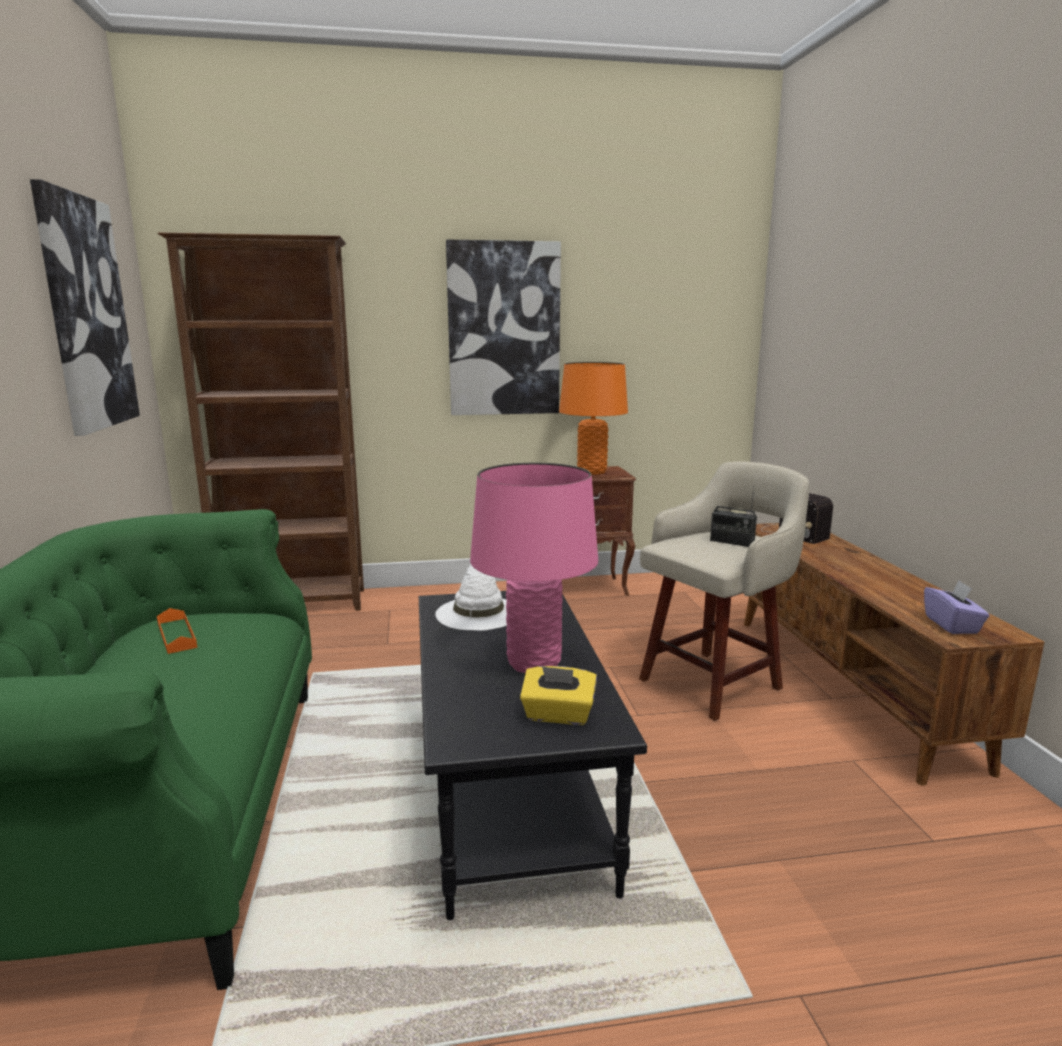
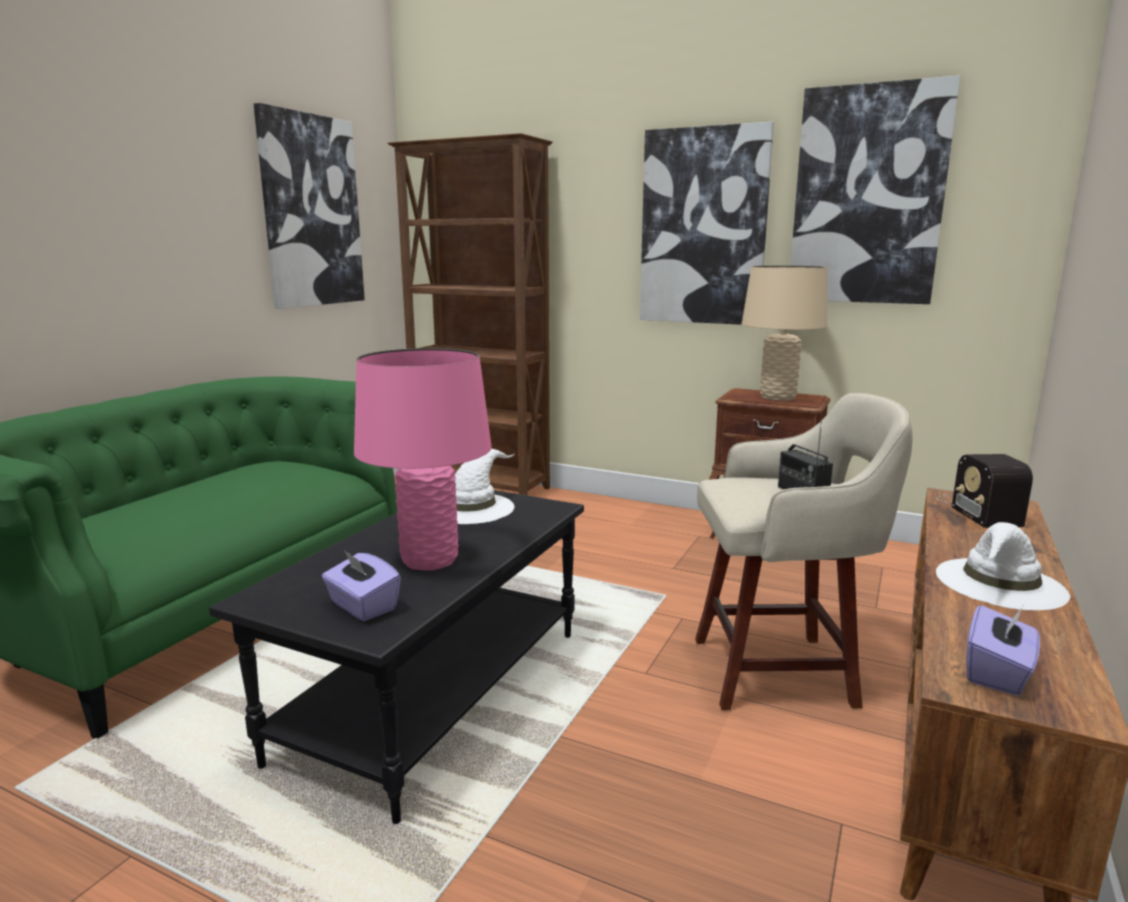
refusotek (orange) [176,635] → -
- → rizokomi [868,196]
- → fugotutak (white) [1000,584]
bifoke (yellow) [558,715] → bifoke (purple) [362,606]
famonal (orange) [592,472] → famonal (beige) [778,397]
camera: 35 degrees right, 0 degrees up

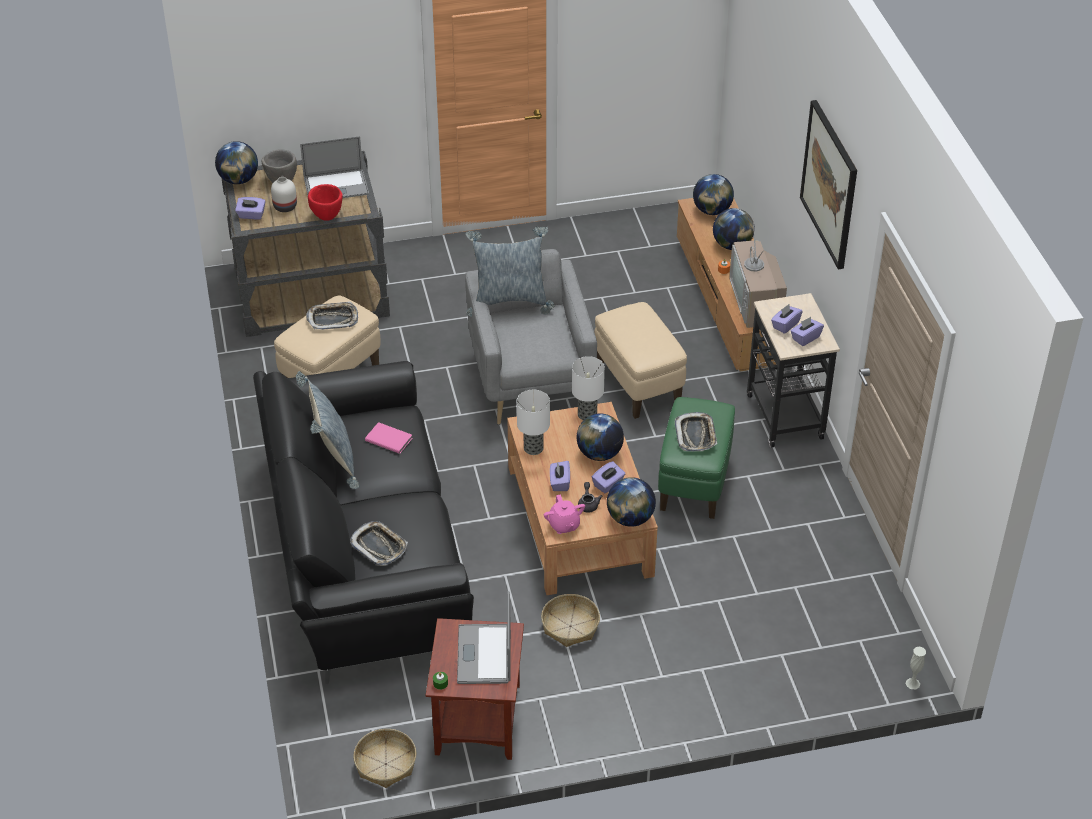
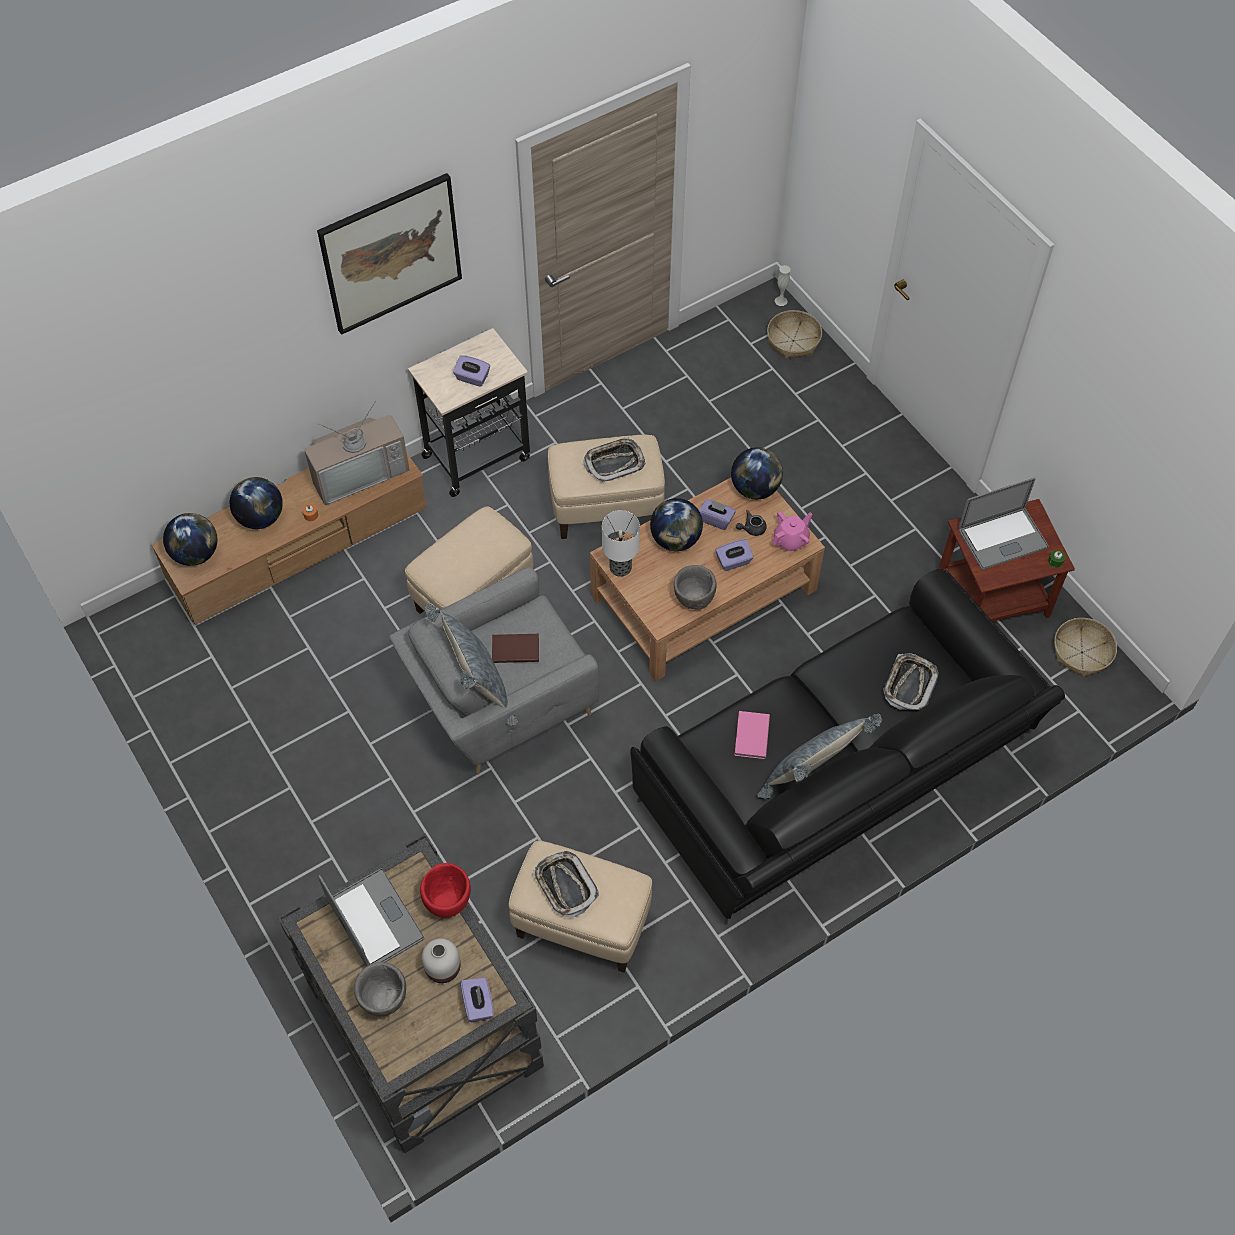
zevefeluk [239,180] → -
bifoke (purple) [805,338] → -
- → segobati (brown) [515,648]
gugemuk [570,626] → gugemuk [793,340], moved
famonal [533,448] → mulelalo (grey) [693,601]
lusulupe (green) [694,482] → lusulupe (beige) [605,510]
camera: 110 degrees left, 15 degrees up

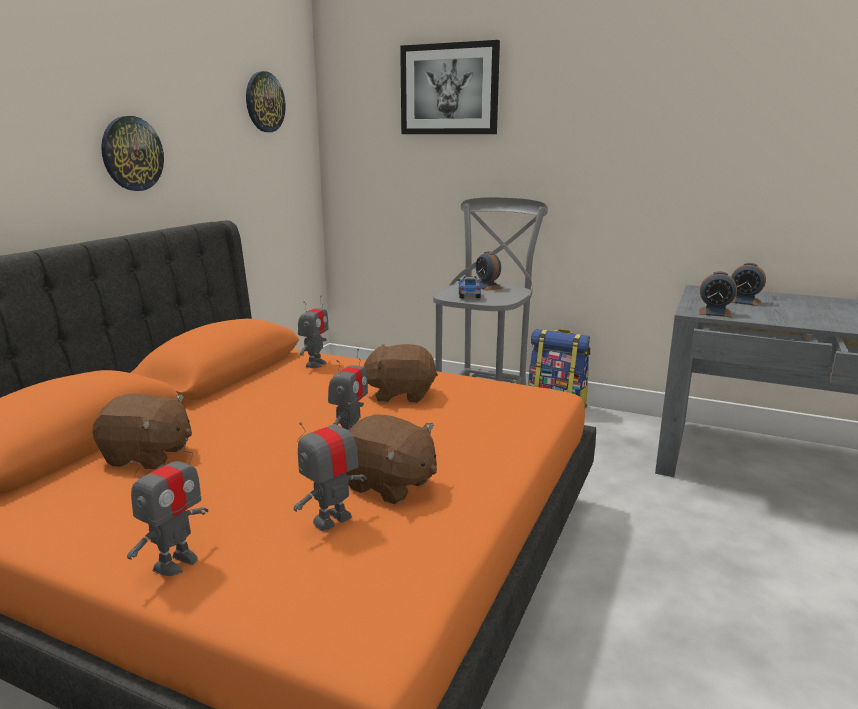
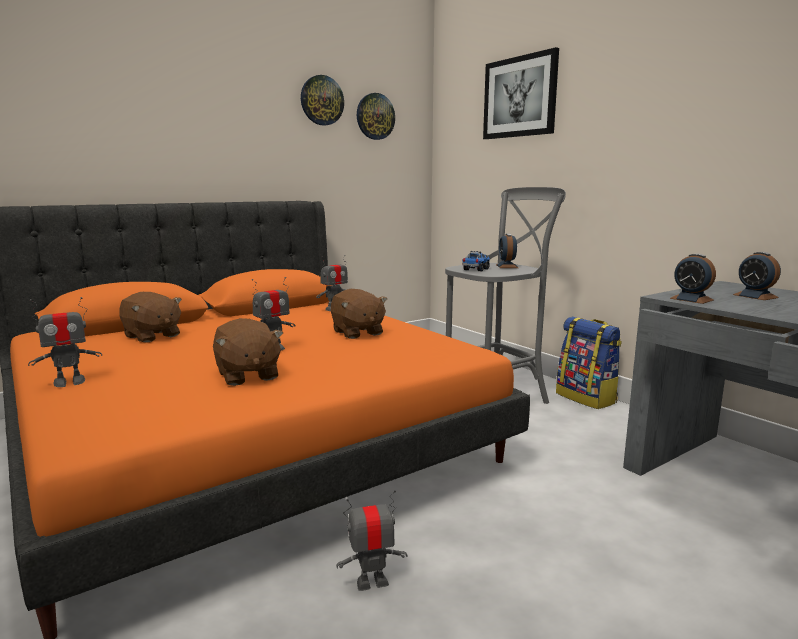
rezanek [132,153] → rezanek [322,100], moved
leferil [332,520] → leferil [372,582], moved
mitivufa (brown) [400,394] → mitivufa (brown) [357,332], 150 degrees counterclockwise
camera: 30 degrees right, 5 degrees down

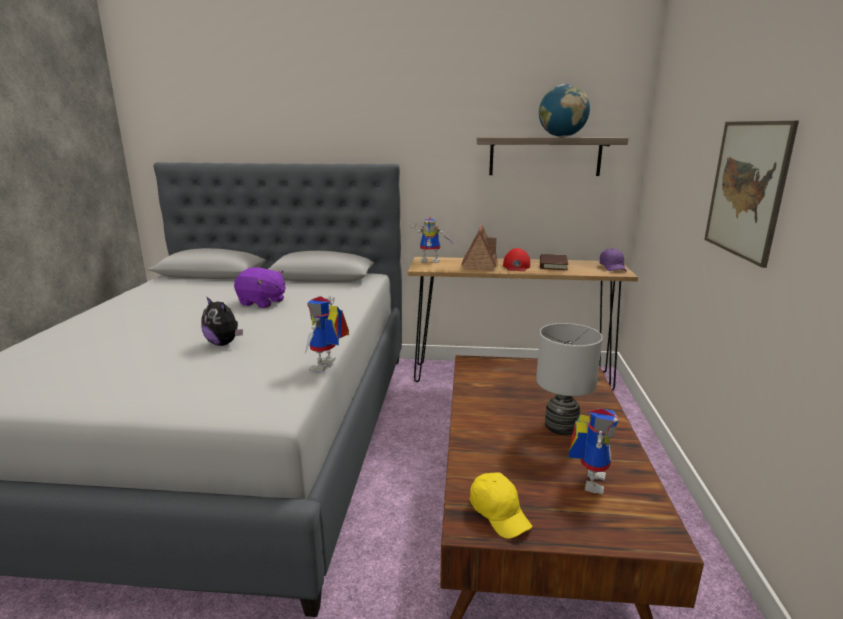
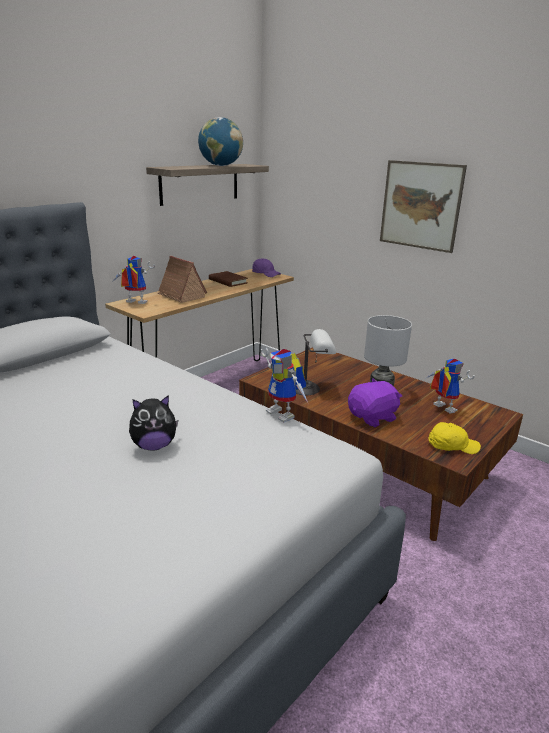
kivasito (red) [516,266] → -
- → famonal [311,387]
mitivufa (purple) [262,302] → mitivufa (purple) [373,417], moved
leferil [432,260] → leferil [133,303], 120 degrees counterclockwise
camera: 55 degrees left, 5 degrees up

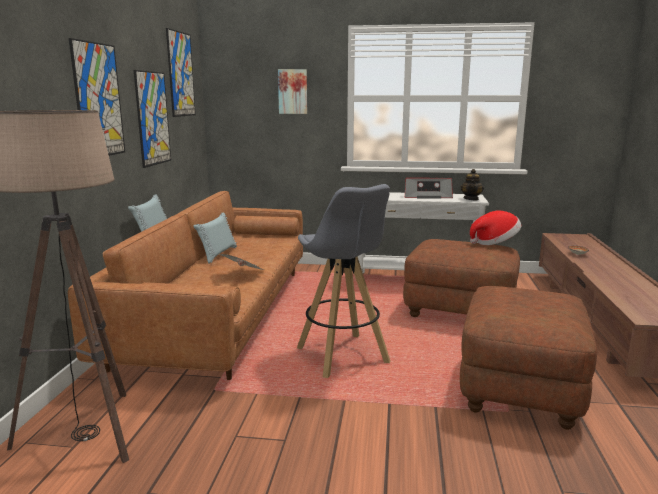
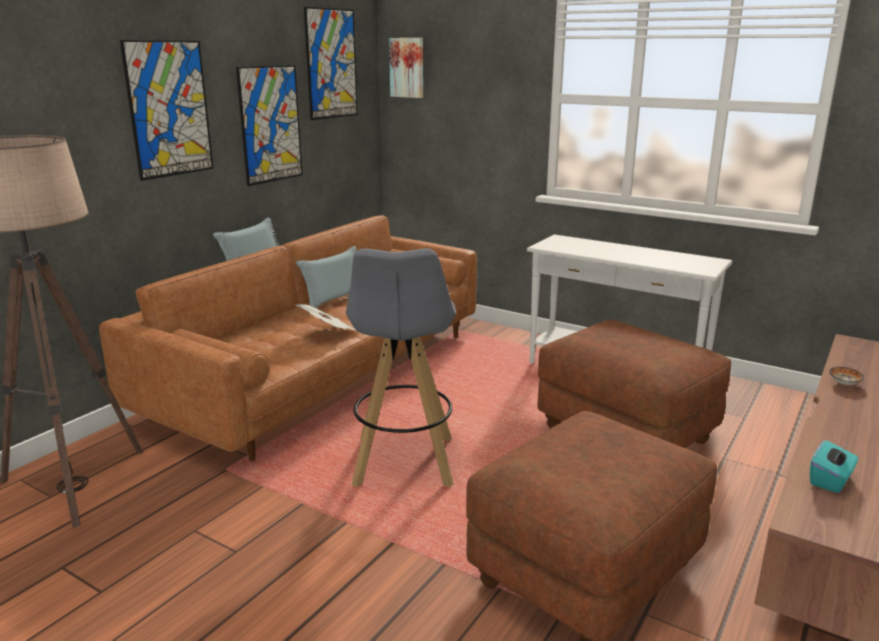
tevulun [427,196] → -
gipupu [471,199] → -
fugotutak [495,243] → -
- → bifoke (turquoise) [830,480]
rizokomi [293,91] → rizokomi [407,67], moved
camera: 25 degrees right, 5 degrees up

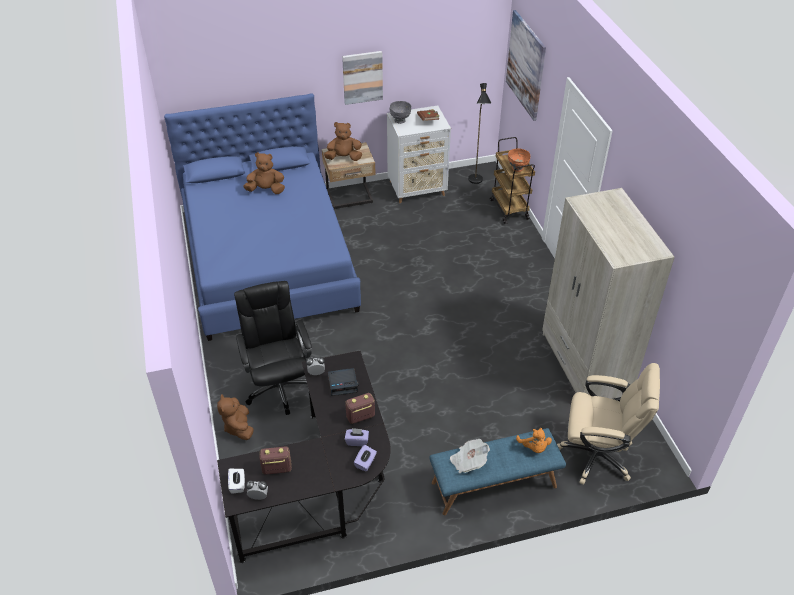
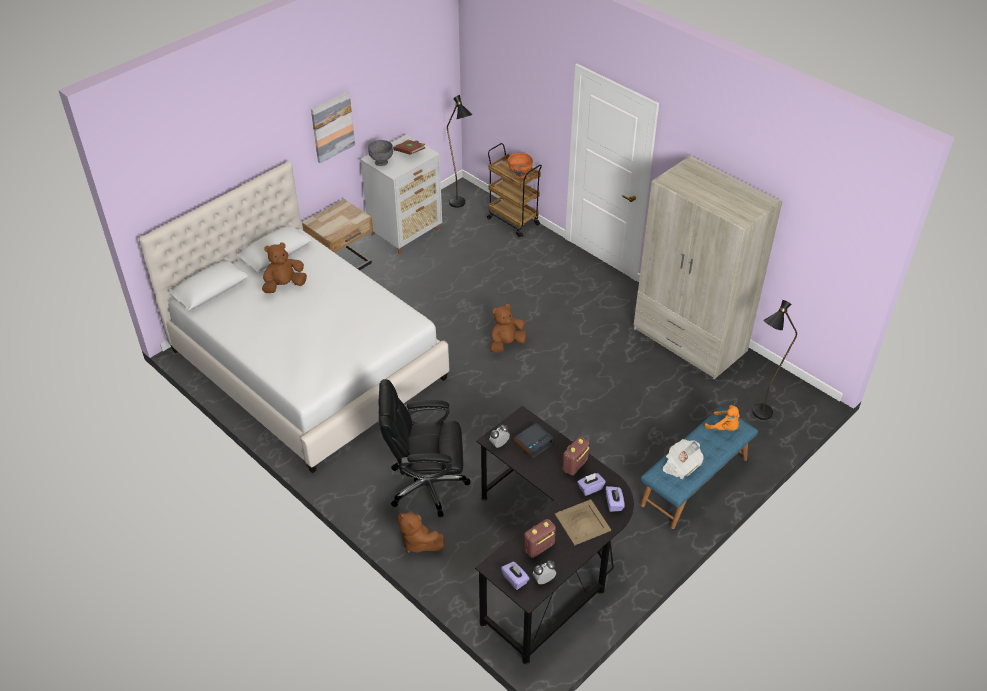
rizokomi [526,65] → -
- → refusotek (beige) [582,522]
mitivufa (brown) [344,158] → mitivufa (brown) [506,344], moved
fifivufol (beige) [596,455] → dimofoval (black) [757,416]
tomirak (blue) [268,260] → tomirak (white) [308,364]
bifoke (white) [237,485] → bifoke (purple) [515,579]
fifivufol (black) [279,387] → fifivufol (black) [427,485], 45 degrees counterclockwise
camera: 30 degrees left, 0 degrees up

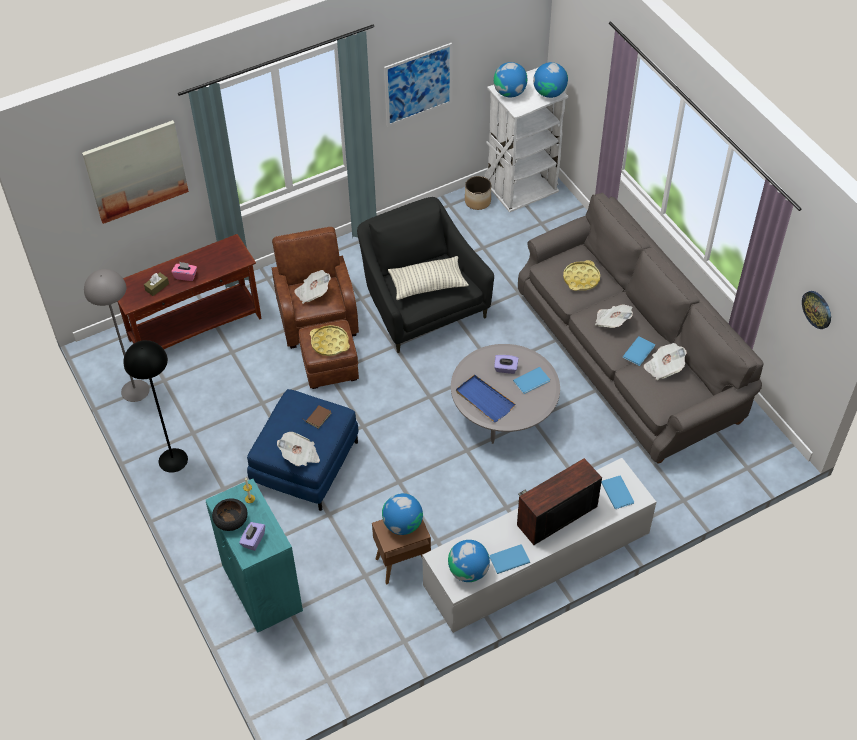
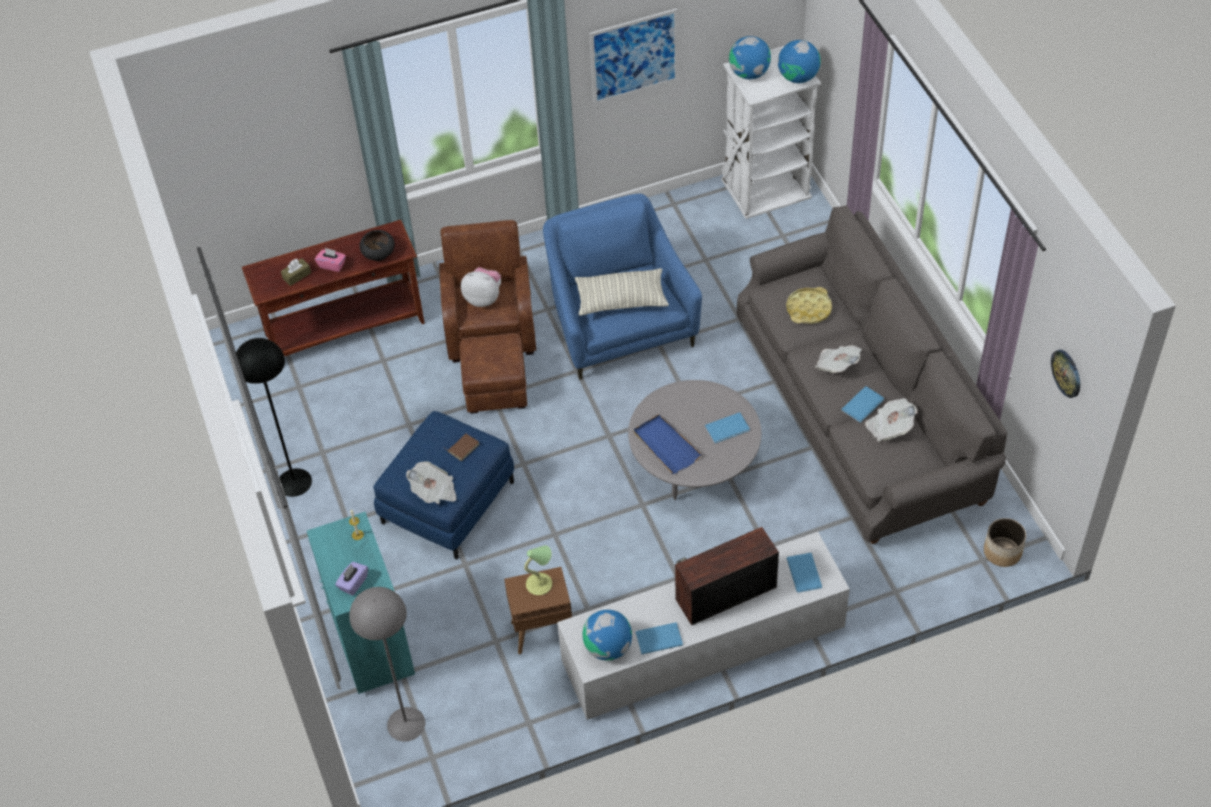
rizokomi [136,171] → -
refusotek (yellow) [330,343] → -
bifoke (purple) [505,369] → -
dimofoval (grey) [135,390] → dimofoval (grey) [405,724], moved
mulelalo (black) [231,521] → mulelalo (black) [379,253], moved
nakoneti [478,201] → nakoneti [1003,552], moved
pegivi [313,293] → mitivufa [483,298]
zevefeluk [403,524] → famonal [540,584]
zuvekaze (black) [421,304] → zuvekaze (blue) [618,322]
camera: 10 degrees right, 0 degrees up

